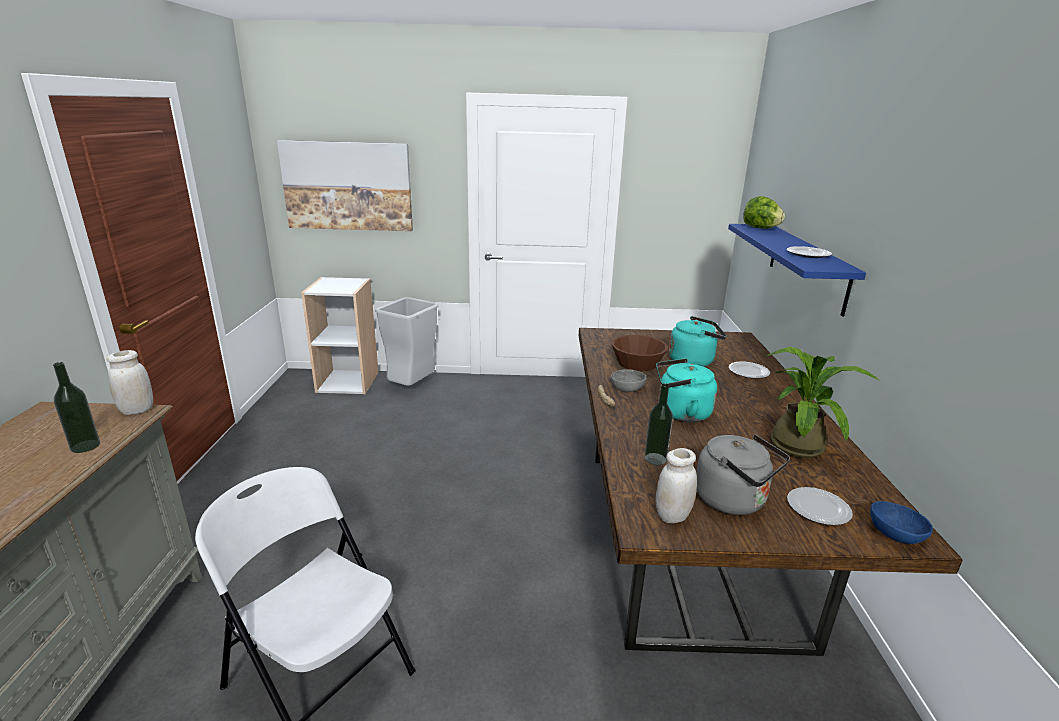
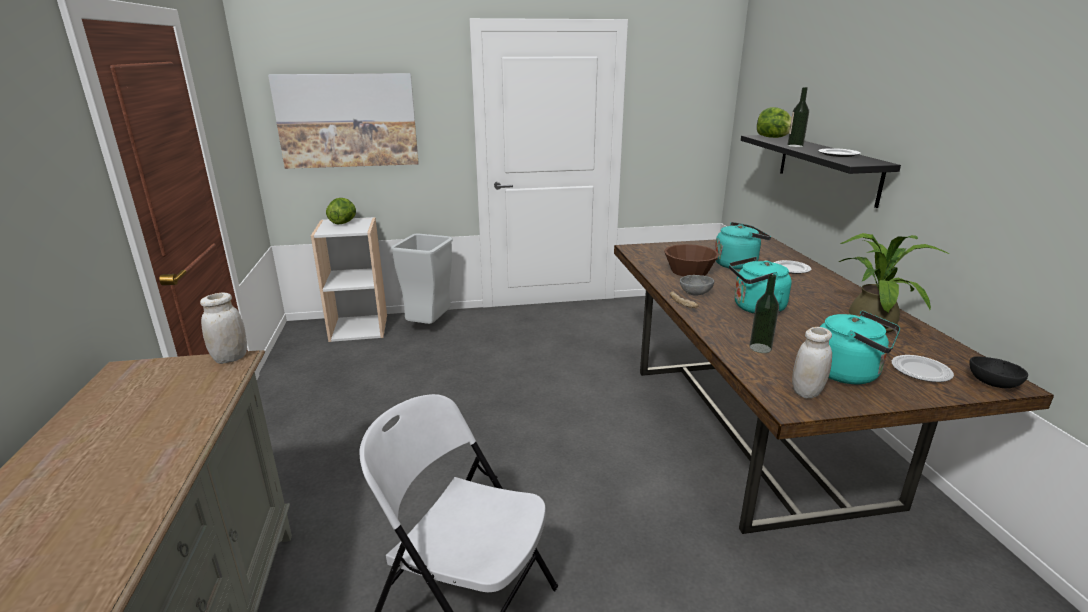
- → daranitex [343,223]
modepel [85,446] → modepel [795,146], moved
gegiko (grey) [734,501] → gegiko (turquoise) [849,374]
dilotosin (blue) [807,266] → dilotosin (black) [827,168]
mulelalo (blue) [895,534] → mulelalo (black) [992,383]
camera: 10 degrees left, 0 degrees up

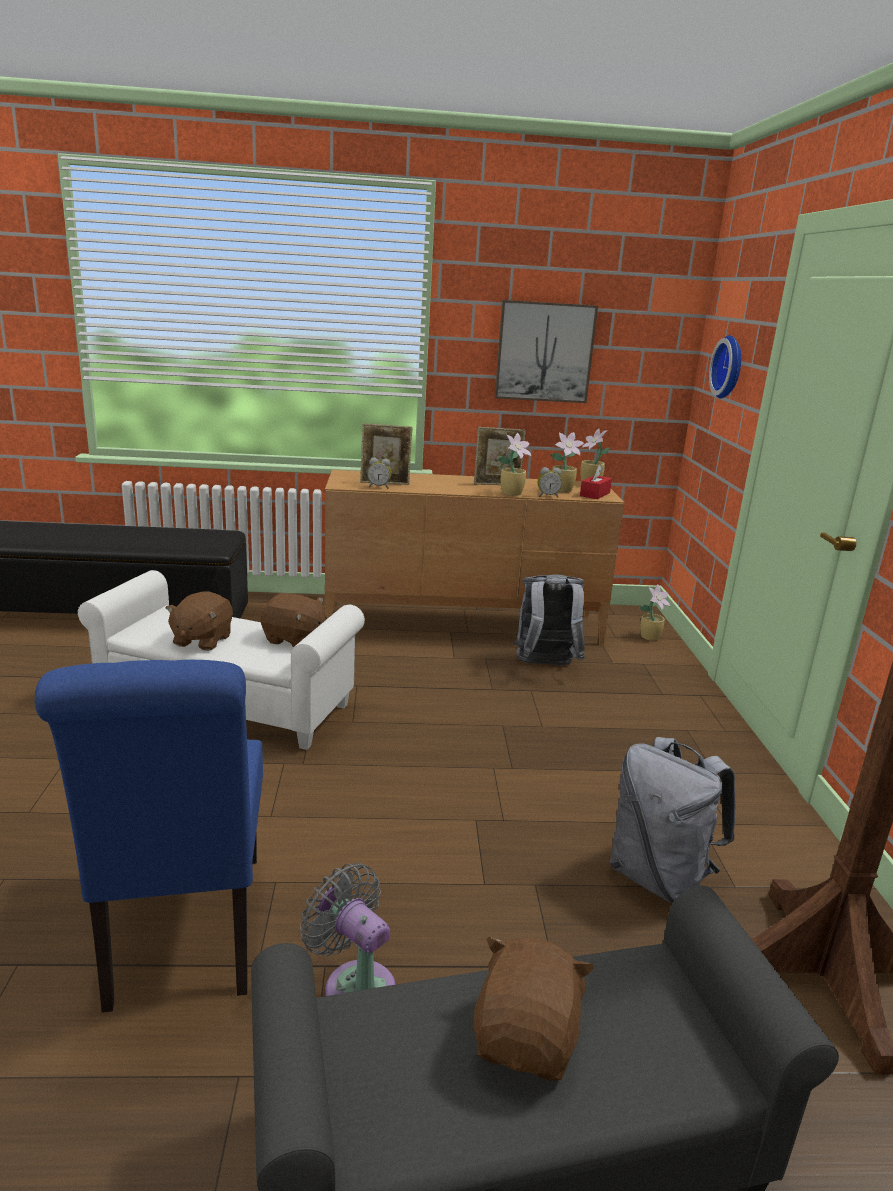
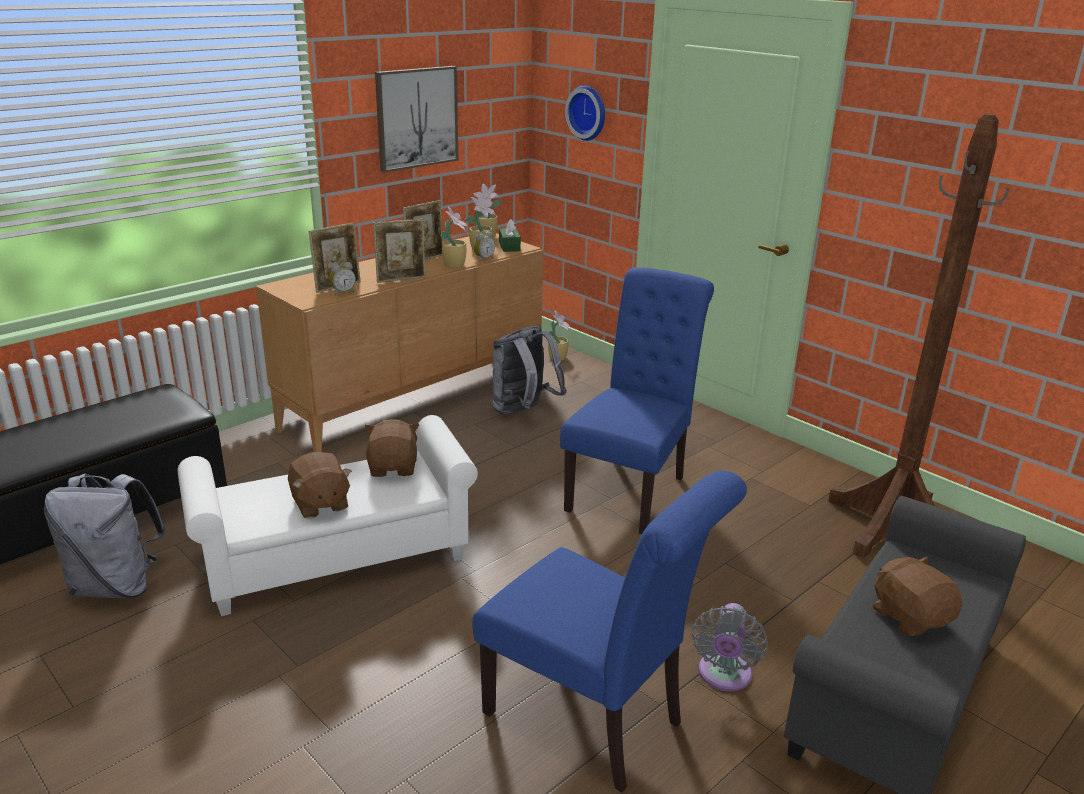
- → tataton [401,279]
- → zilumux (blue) [631,490]
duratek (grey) [659,878] → duratek (grey) [117,585], moved
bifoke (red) [595,494] → bifoke (green) [509,246]
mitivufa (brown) [294,639] → mitivufa (brown) [393,467], 75 degrees counterclockwise
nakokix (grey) [355,985] → nakokix (grey) [724,676], 75 degrees counterclockwise
camera: 40 degrees left, 5 degrees up

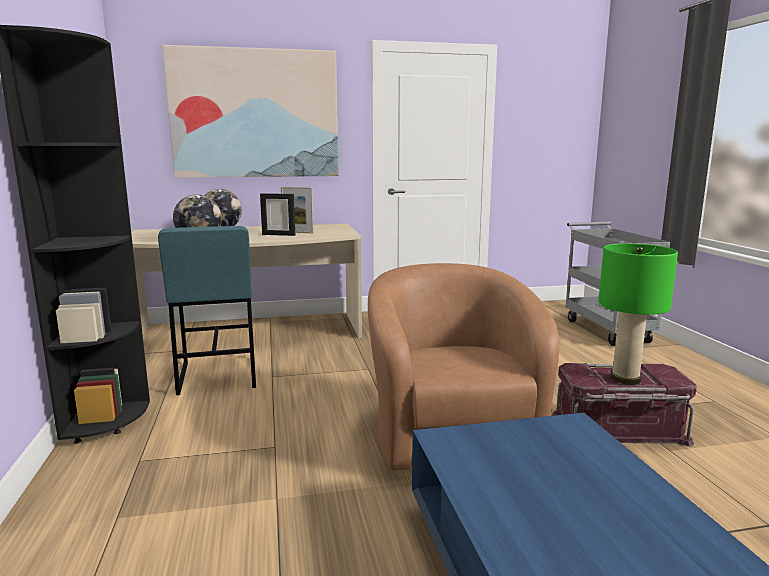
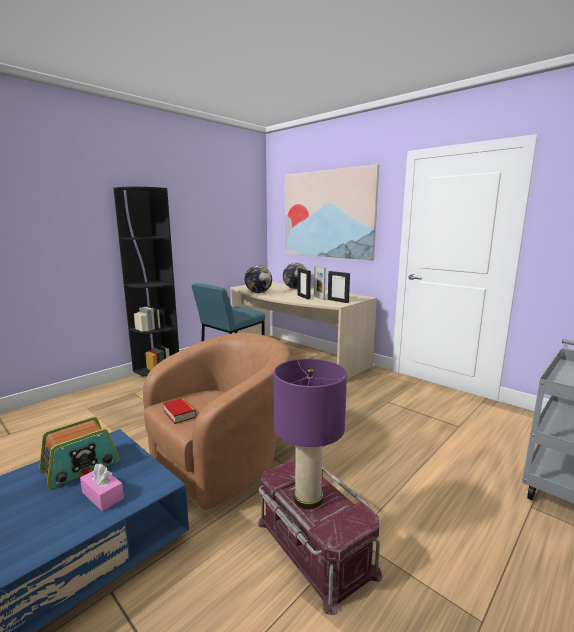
- → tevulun [81,466]
- → bifoke (pink) [102,495]
- → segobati [179,414]
- → tataton [338,301]
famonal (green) [625,378] → famonal (purple) [308,498]
camera: 55 degrees right, 0 degrees up

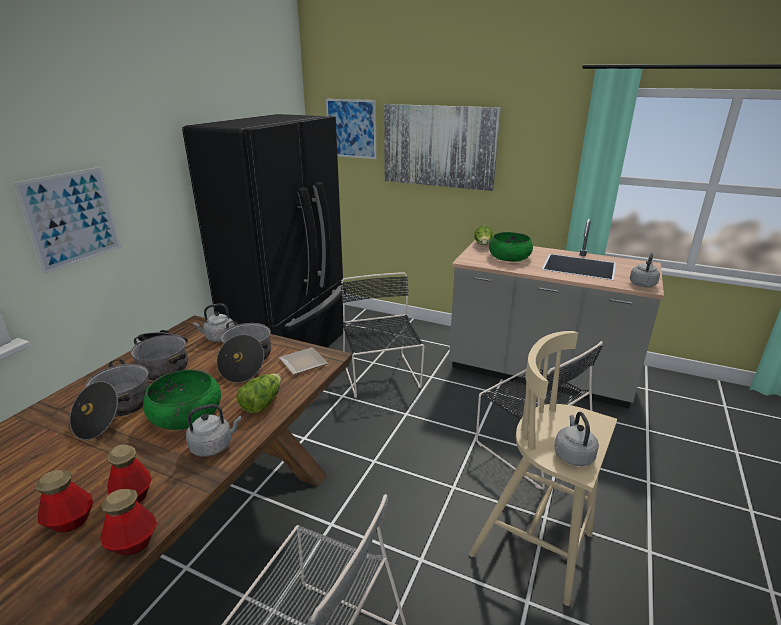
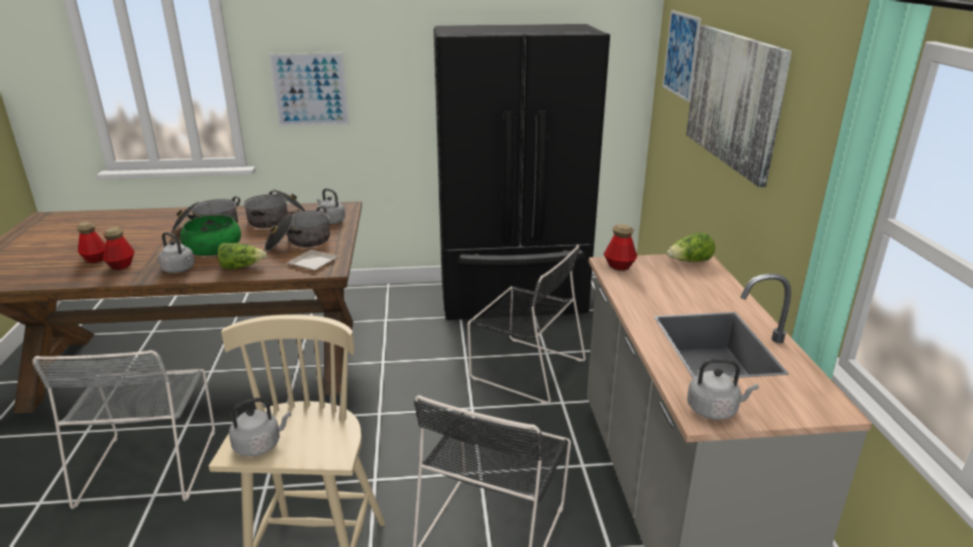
mulelalo (green) [509,257] → -
modepel [133,543] → modepel [619,266], moved
zilumux (black) [381,376] → zilumux (black) [524,368], 75 degrees clockwise
camera: 60 degrees right, 0 degrees up

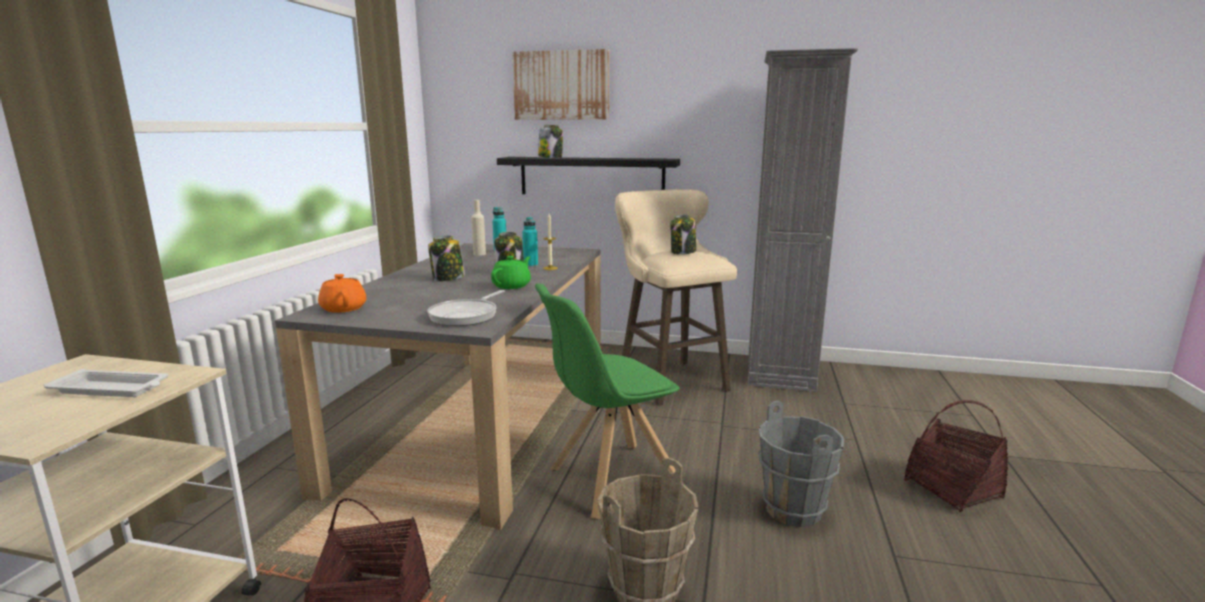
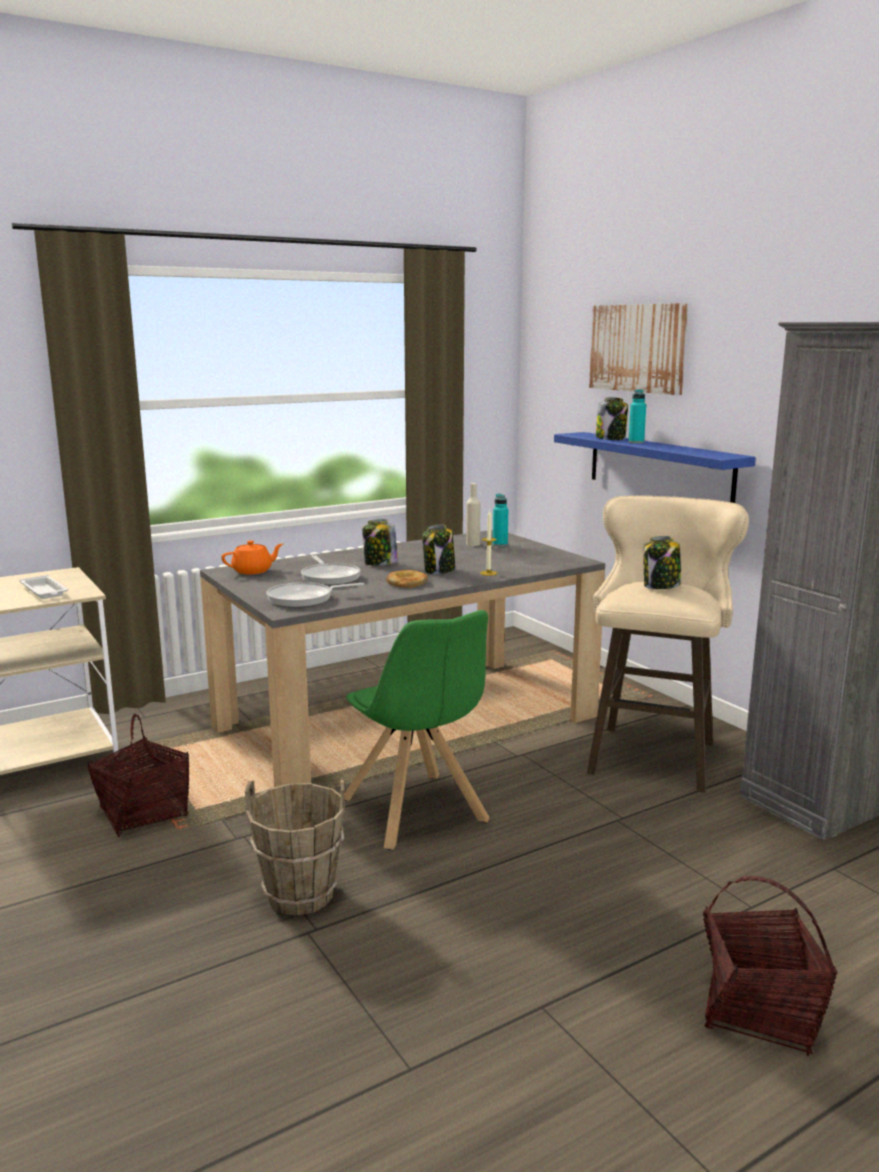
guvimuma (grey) [794,509] → -
- → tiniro [329,577]
modepel (turquoise) [530,266] → modepel (turquoise) [636,442], moved
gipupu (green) [512,286] → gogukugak [406,582]
dilotosin (black) [591,176] → dilotosin (blue) [659,467]
gipupu (orange) [343,308] → gipupu (orange) [253,571], 45 degrees clockwise
zilumux (green) [609,480] → zilumux (green) [417,813], 135 degrees counterclockwise
camera: 45 degrees right, 0 degrees up

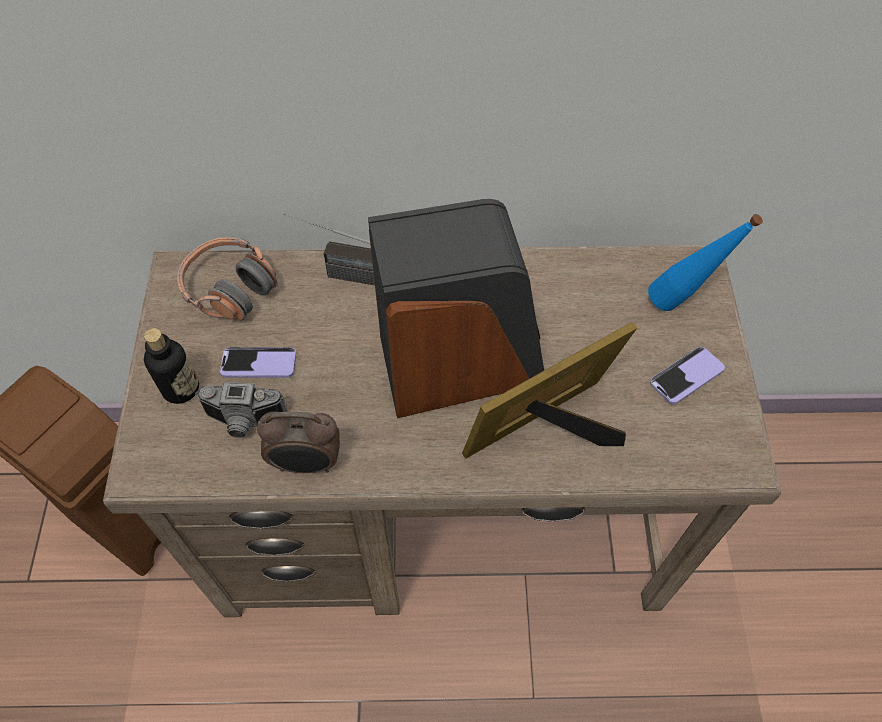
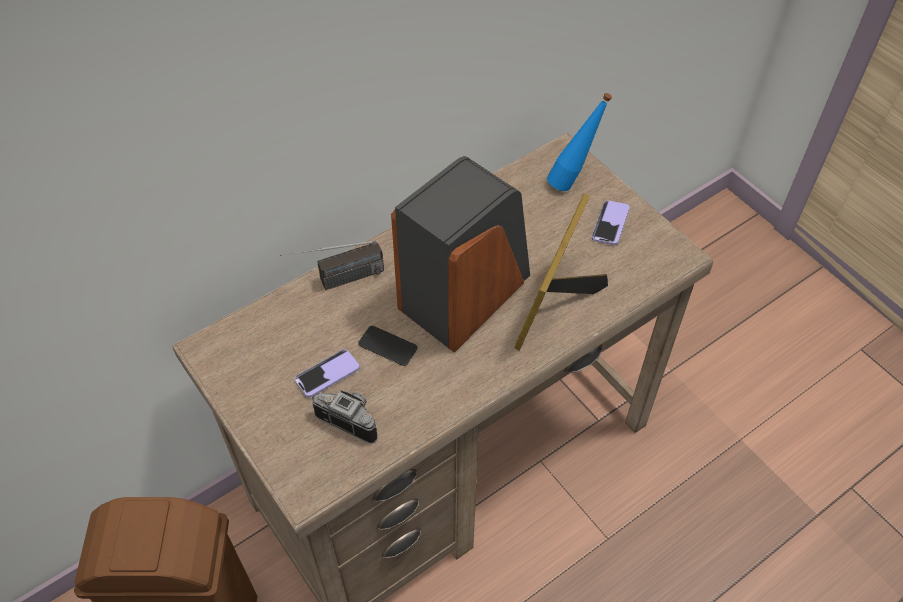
modepel [181,388] → -
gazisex [230,288] → -
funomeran [306,463] → -
- → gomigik [388,346]
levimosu [244,423] → levimosu [352,417], 120 degrees counterclockwise
camera: 35 degrees left, 5 degrees down

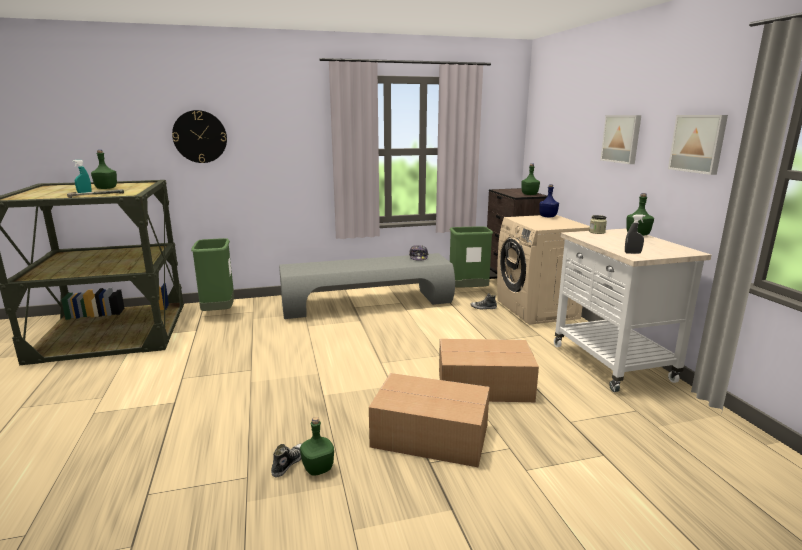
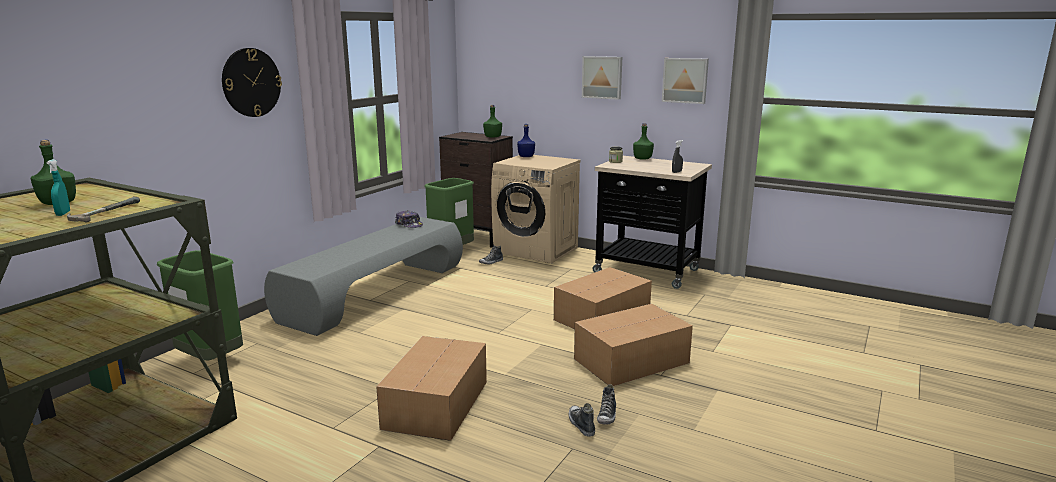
- → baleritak [438,403]
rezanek [200,136] → rezanek [251,82], moved
modepel (green) [318,469] → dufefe [607,416]
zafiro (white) [612,363] → zafiro (black) [647,272]
camera: 45 degrees left, 0 degrees up

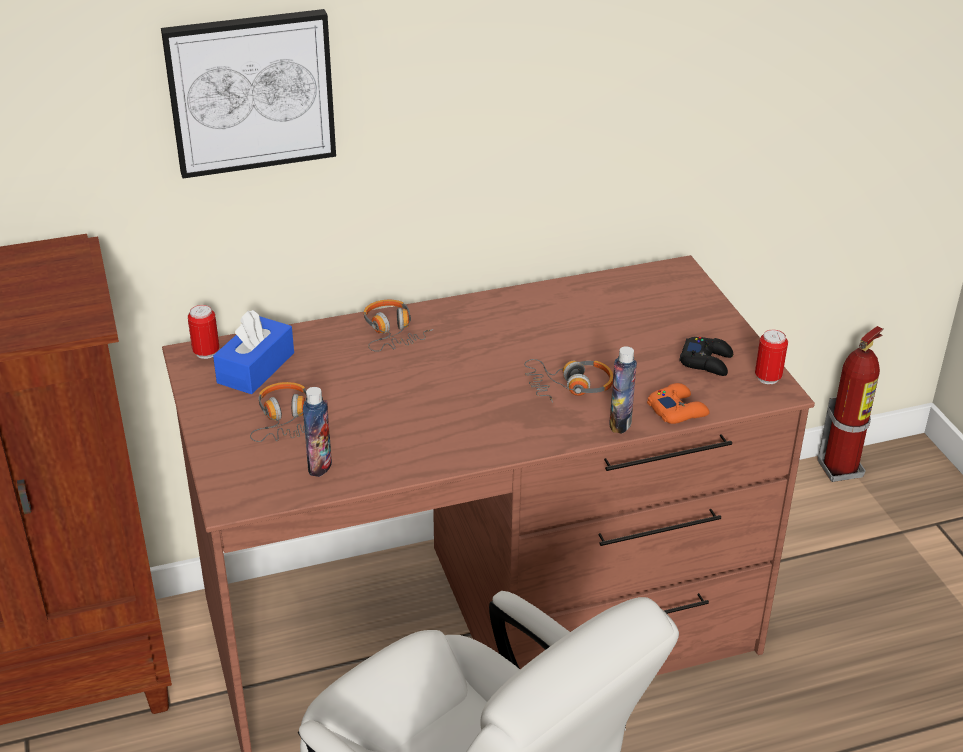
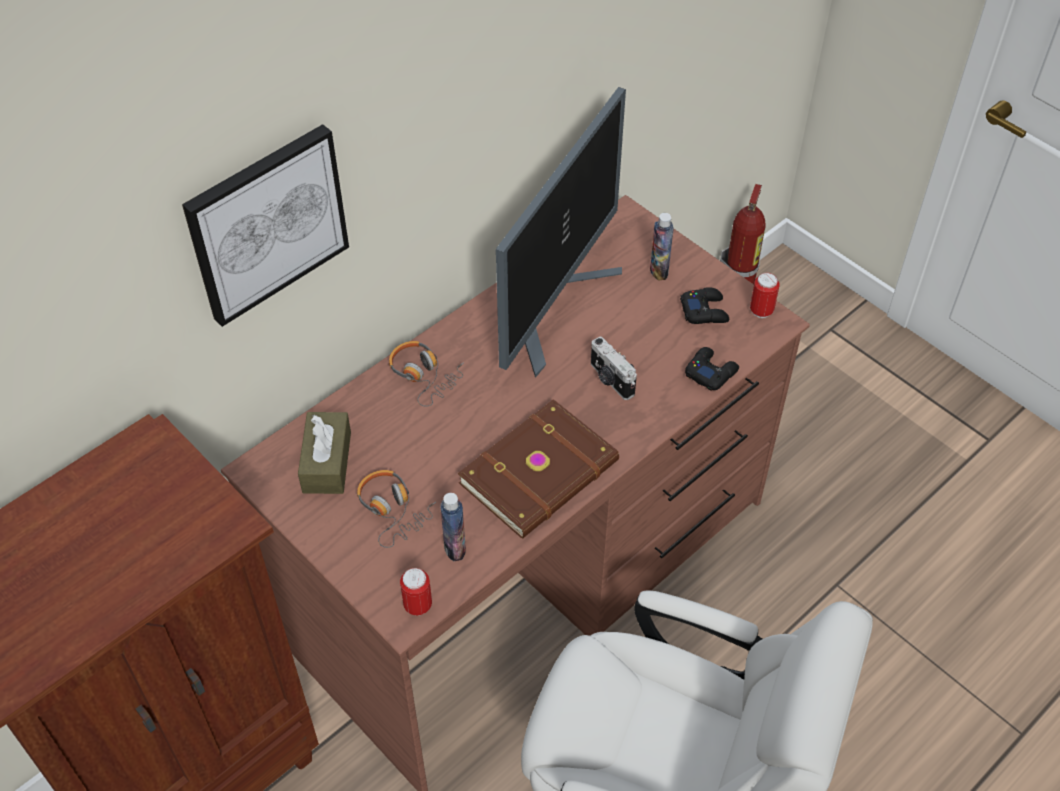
- → segobati (brown) [541,473]
- → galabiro [552,305]
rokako [206,352] → rokako [418,605], moved
modepel [620,423] → modepel [659,270], moved
gazisex [569,386] → levimosu [610,380]
bifoke (blue) [256,368] → bifoke (brown) [327,462]
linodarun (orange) [677,410] → linodarun (black) [710,372]
camera: 25 degrees left, 15 degrees up

